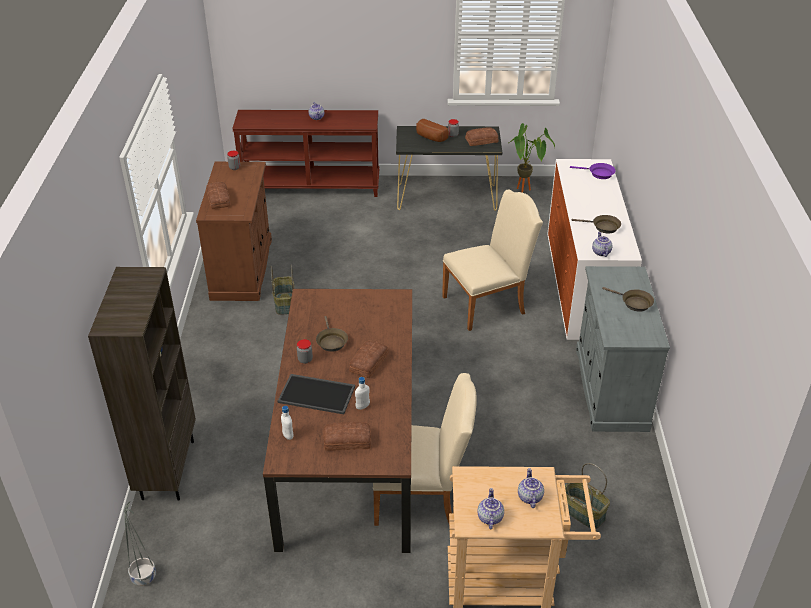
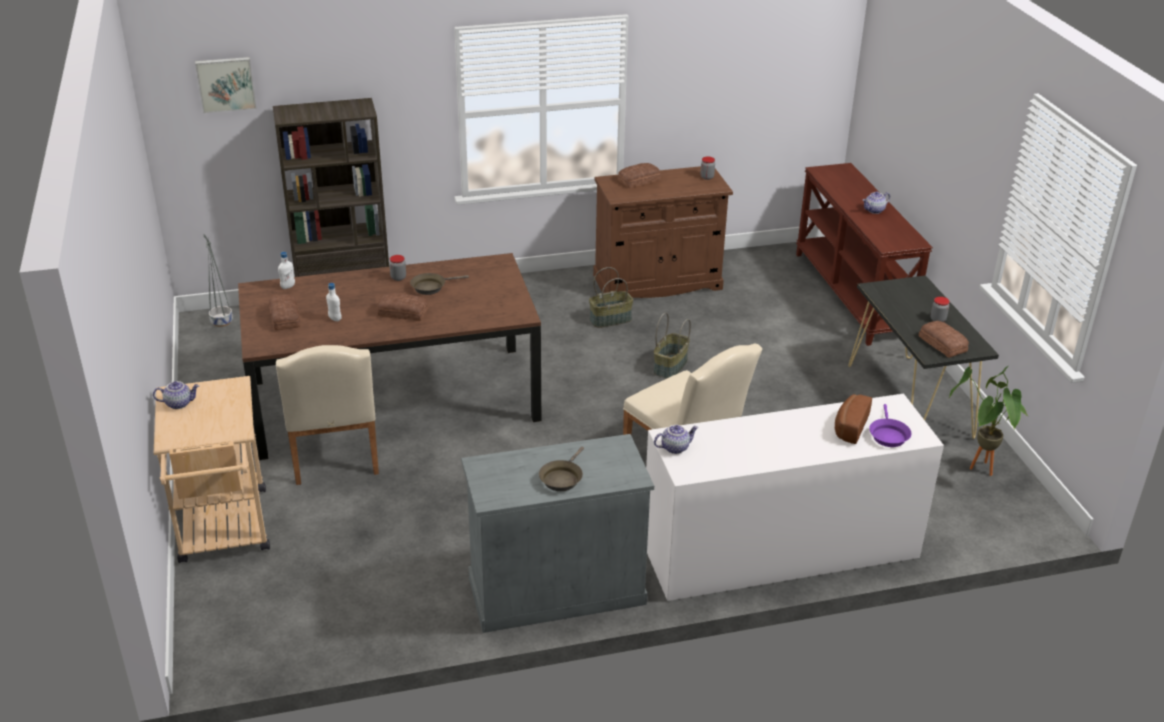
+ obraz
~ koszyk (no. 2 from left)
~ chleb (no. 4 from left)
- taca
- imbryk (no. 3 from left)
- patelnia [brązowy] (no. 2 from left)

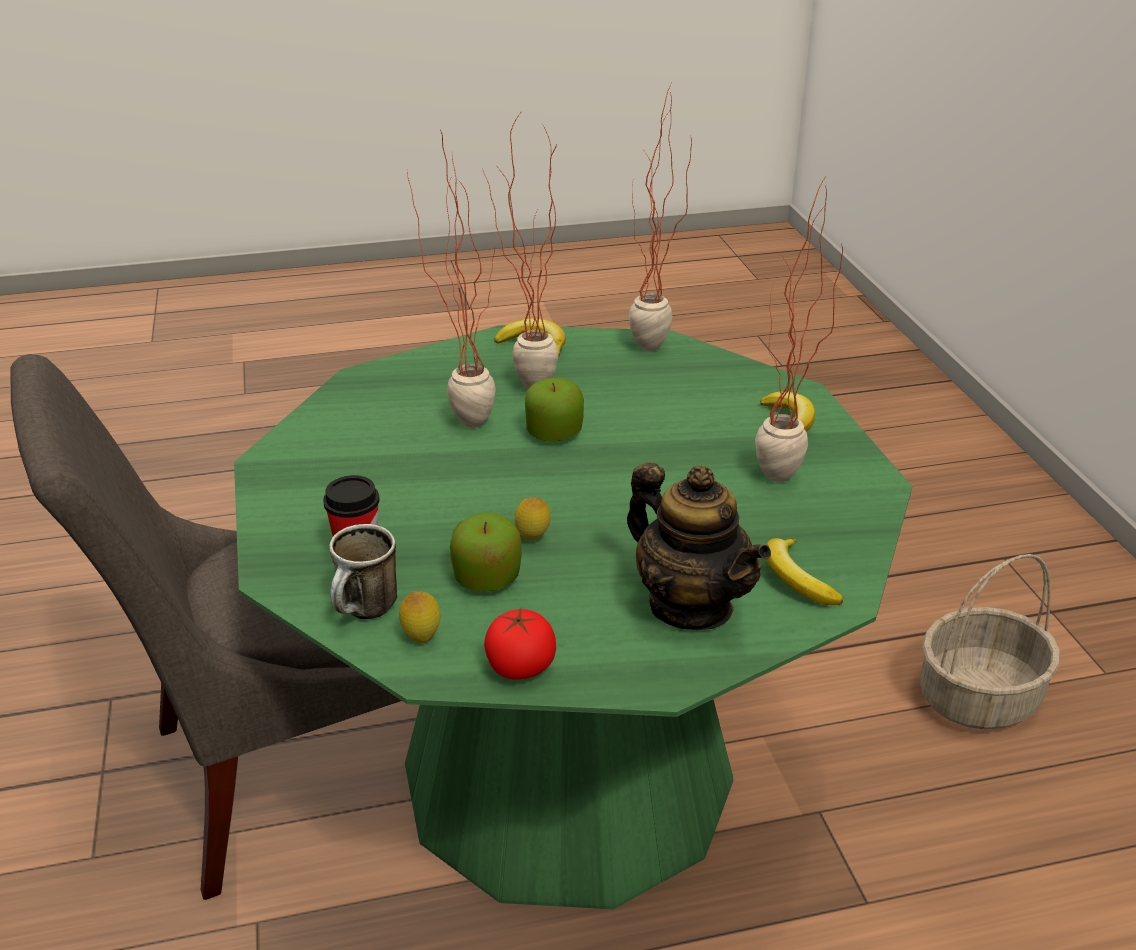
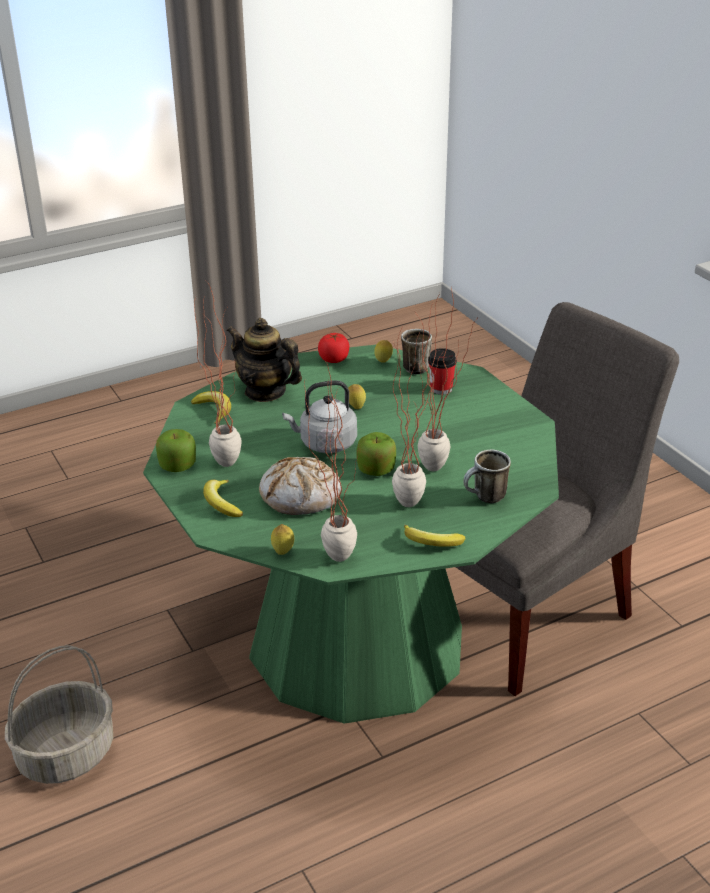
~ jabłko (no. 1 from left)
+ chleb
+ cytryna (no. 1 from left)
+ czajnik [szary]
+ kubek (no. 2 from left)

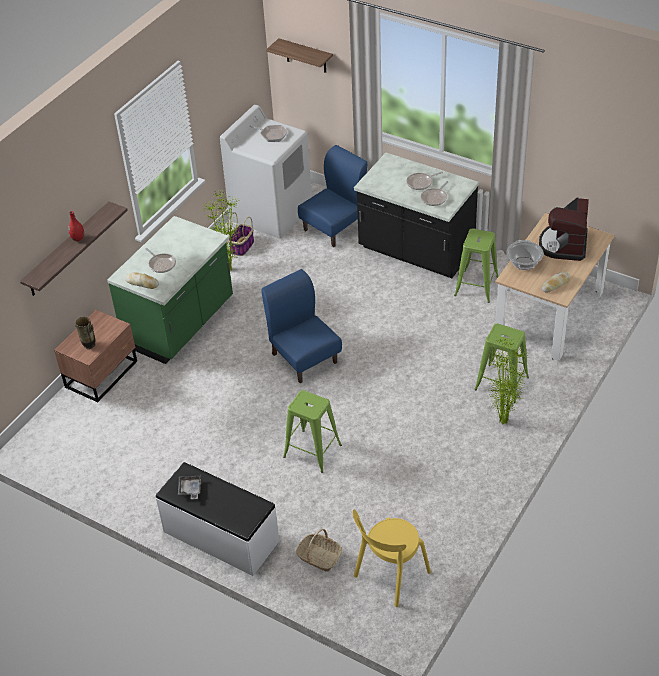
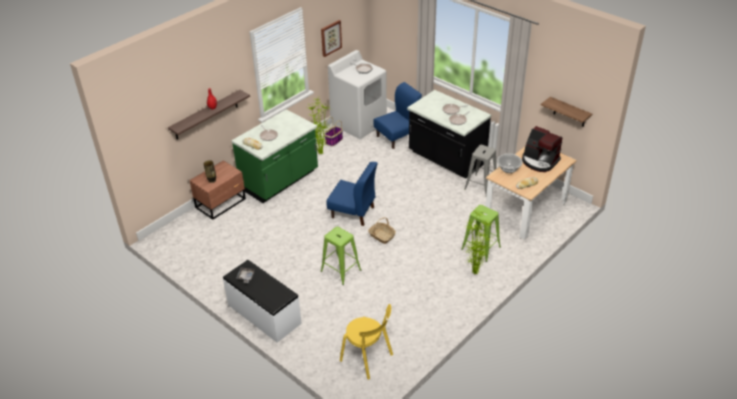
+ obraz
~ krzesło [niebieski] (no. 1 from left) 135 degrees clockwise
~ krzesło [żółty] 105 degrees counterclockwise
~ koszyk (no. 2 from left)
~ stołek [zielony] (no. 2 from left) to stołek [szary]
~ ekspres do kawy 75 degrees counterclockwise
~ półka (no. 2 from left)

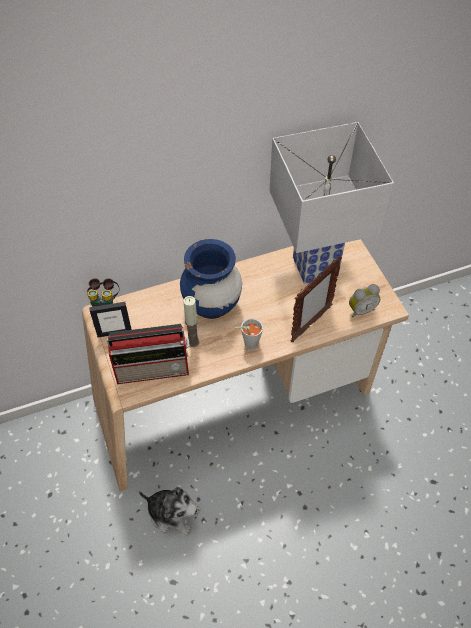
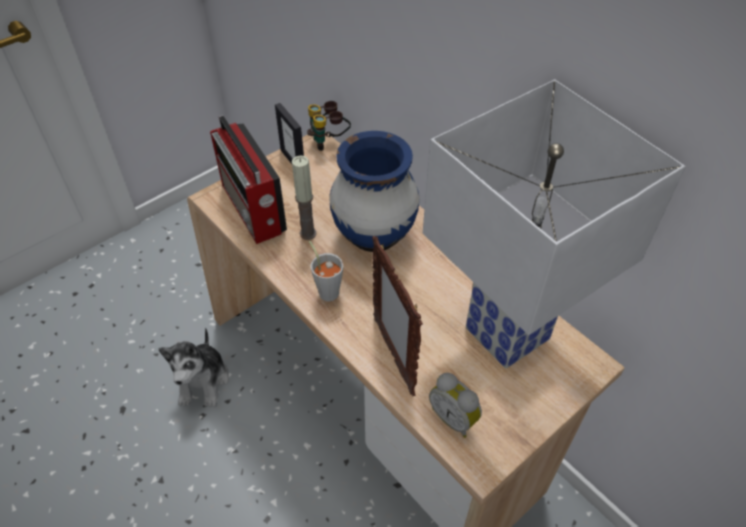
~ ramka na zdjęcie (no. 2 from left) 45 degrees clockwise

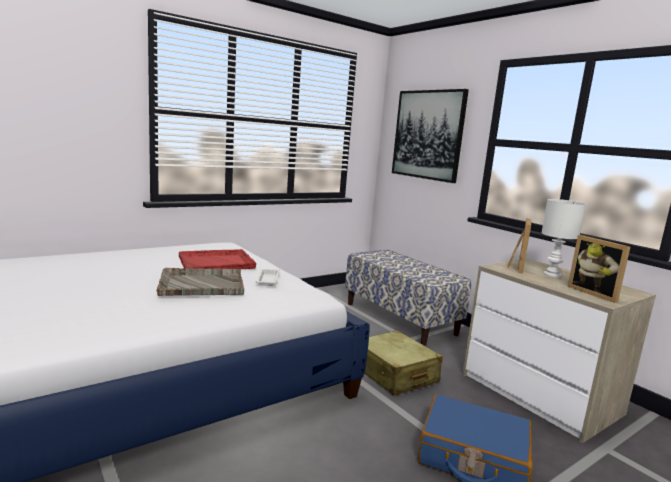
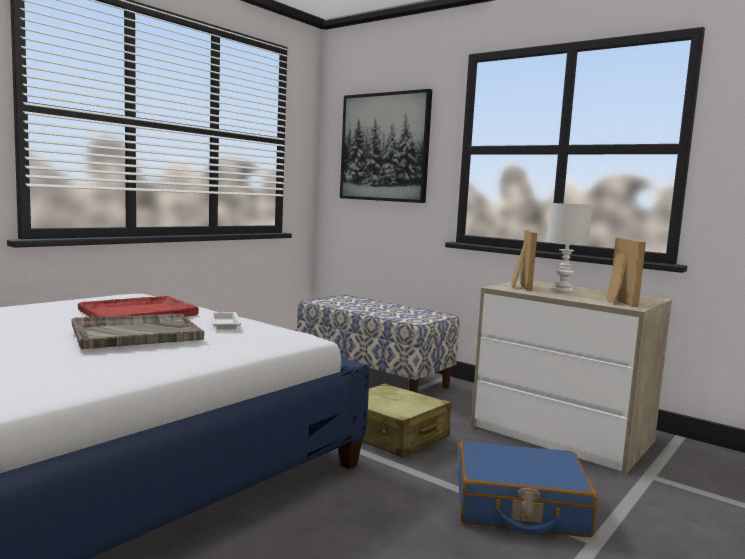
~ ramka na zdjęcie (no. 2 from left) 135 degrees counterclockwise

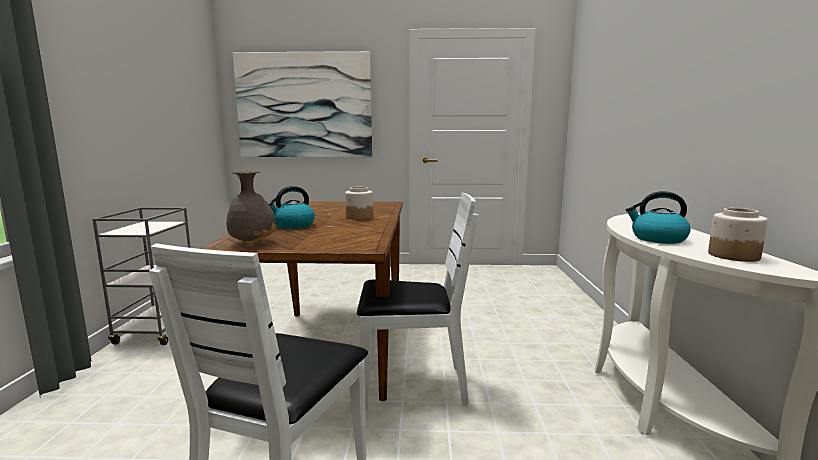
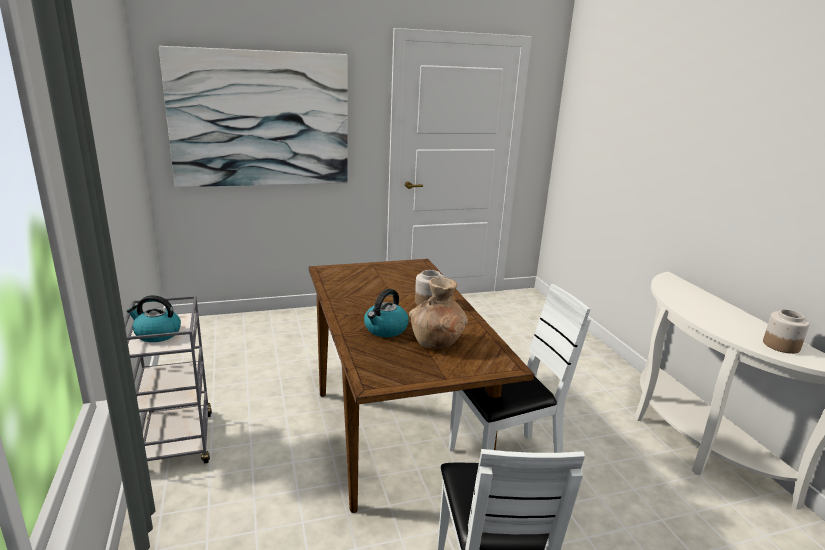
~ czajnik (no. 2 from left in the first image) to czajnik (no. 1 from left)
+ wazon [brązowy]
- wazon [szary]

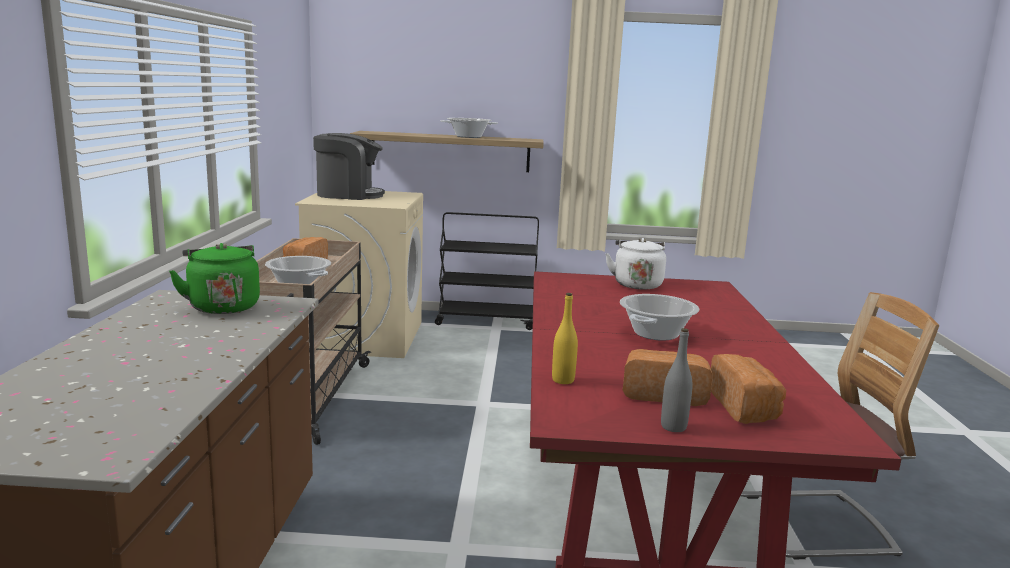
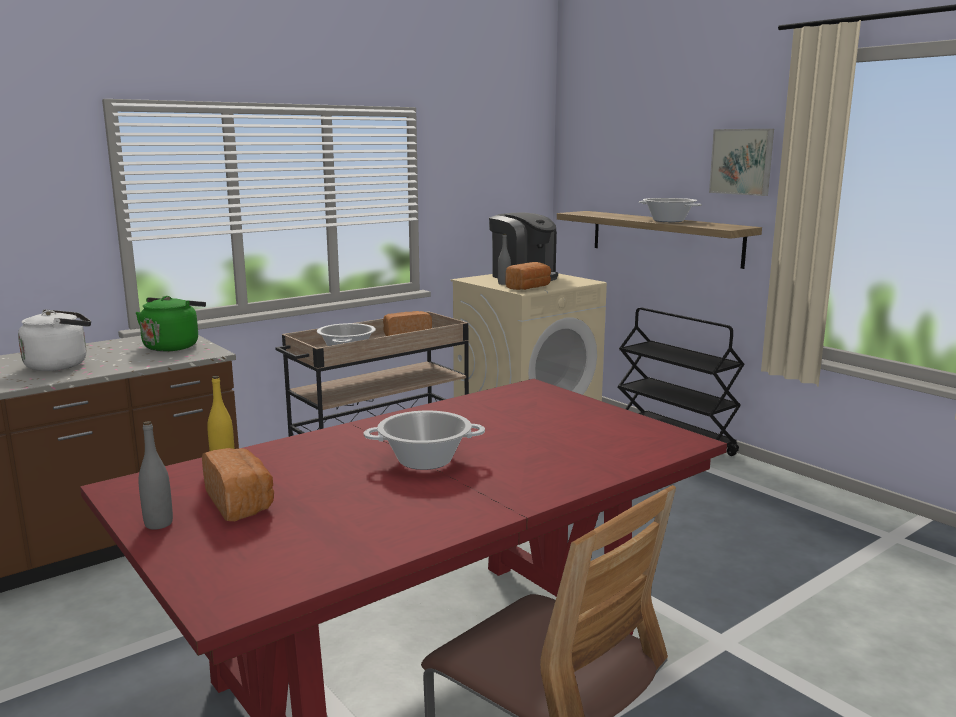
~ czajnik [biały]
+ butelka [szary] (no. 2 from left)
~ chleb (no. 3 from left)
+ obraz

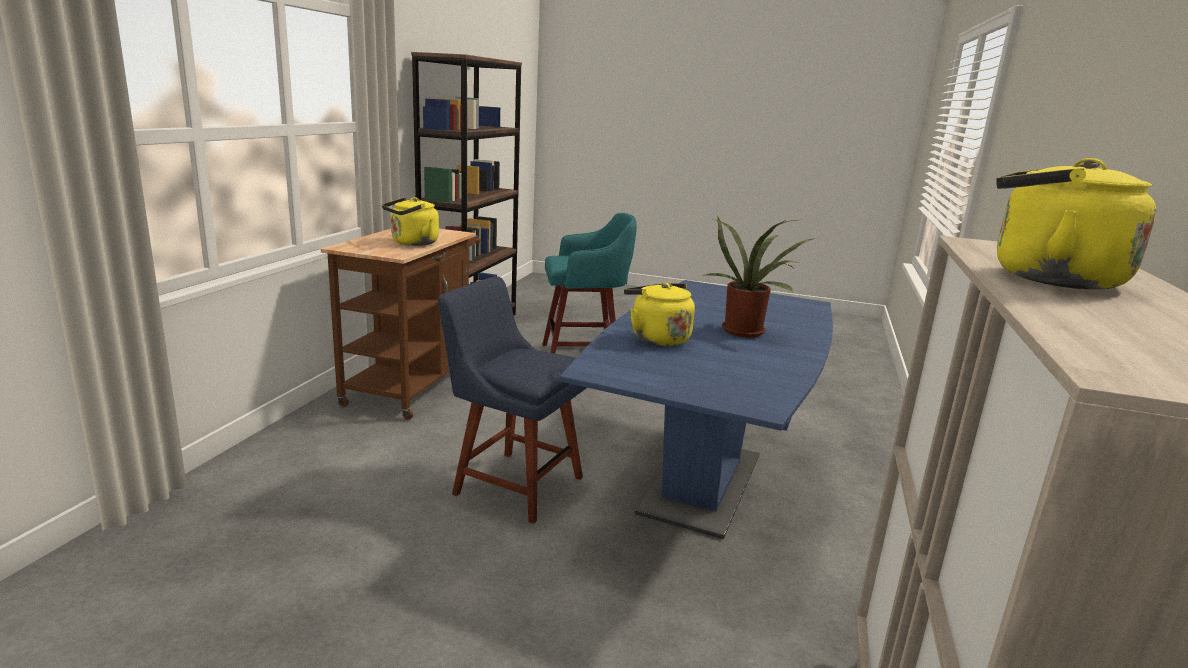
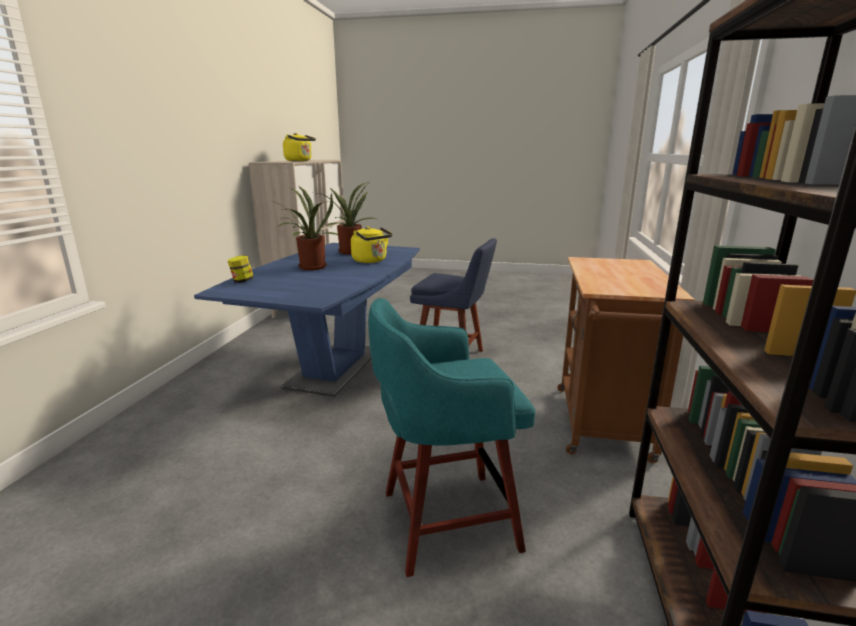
+ słoik
+ roślina doniczkowa (no. 2 from left)
- czajnik [żółty] (no. 1 from left)

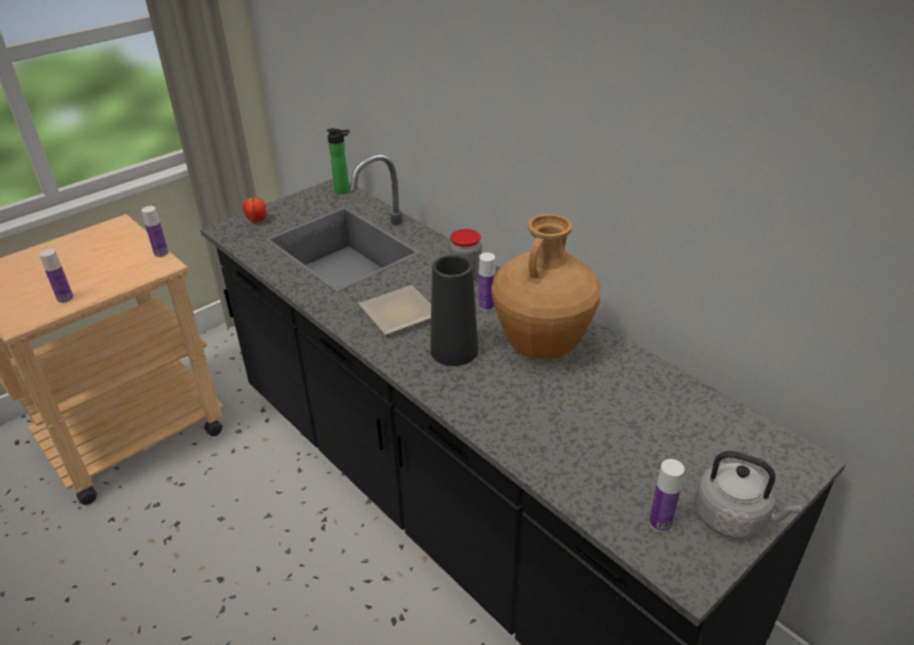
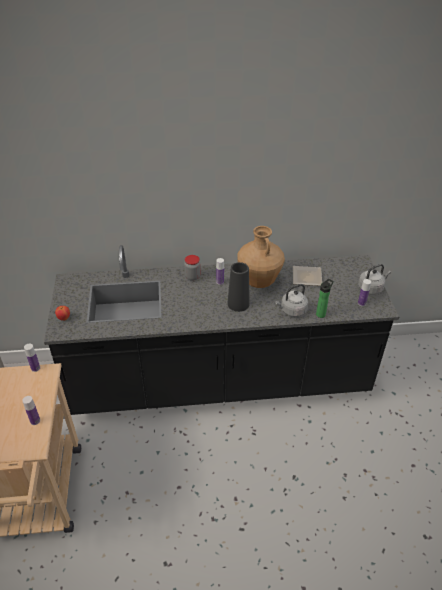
+ czajnik [szary] (no. 1 from left)
~ talerz
~ butelka (no. 3 from left in the first image) to butelka (no. 4 from left)

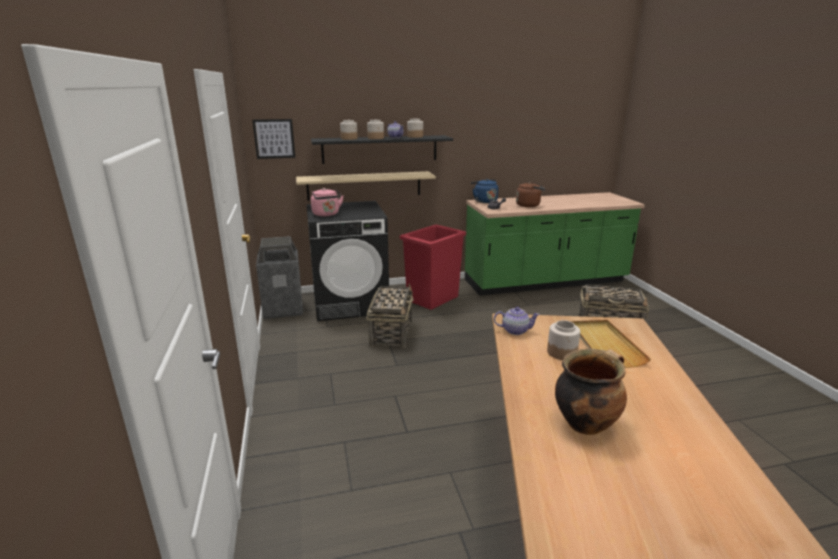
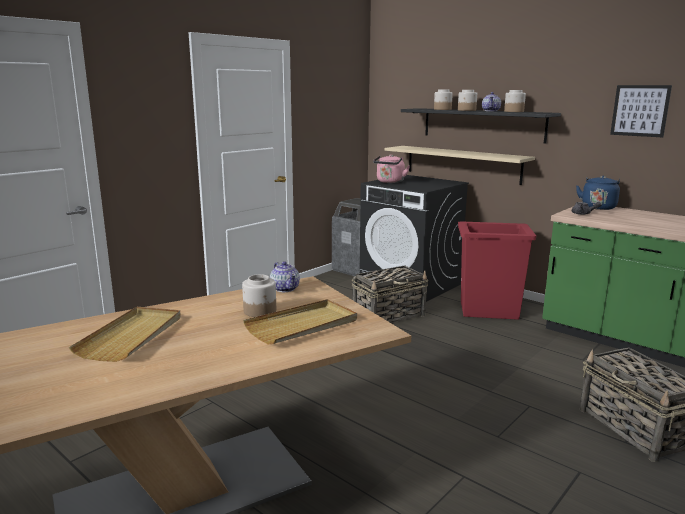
~ garnek to taca [beżowy] (no. 1 from left)
~ obraz
- czajnik [brązowy]

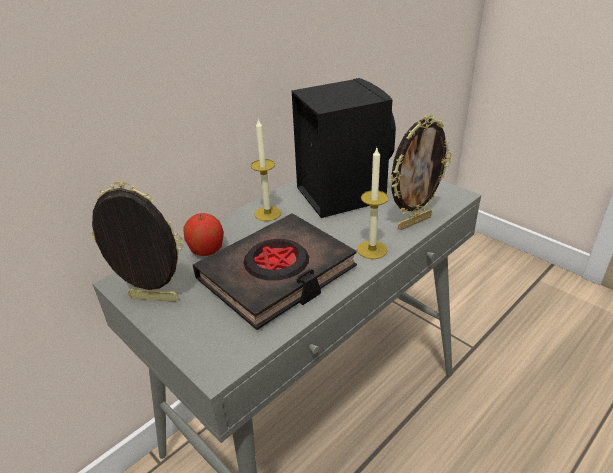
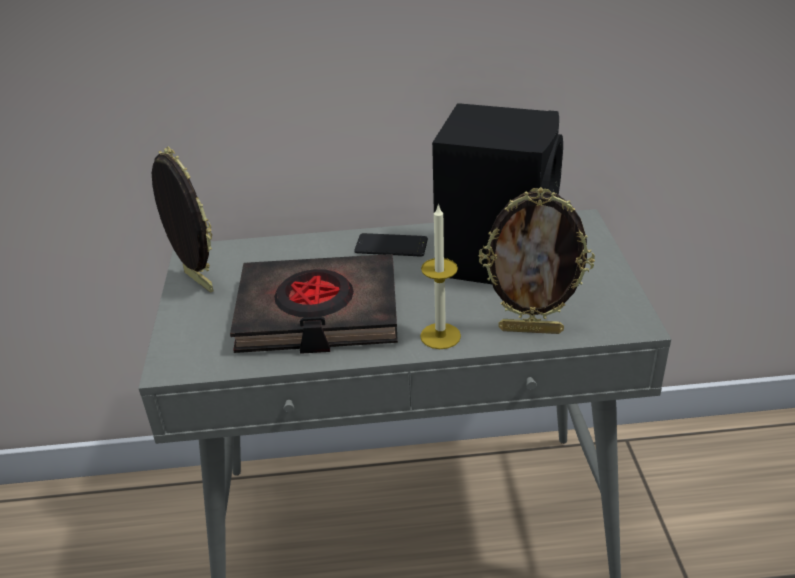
~ świeca (no. 1 from left) to telefon
- jabłko

